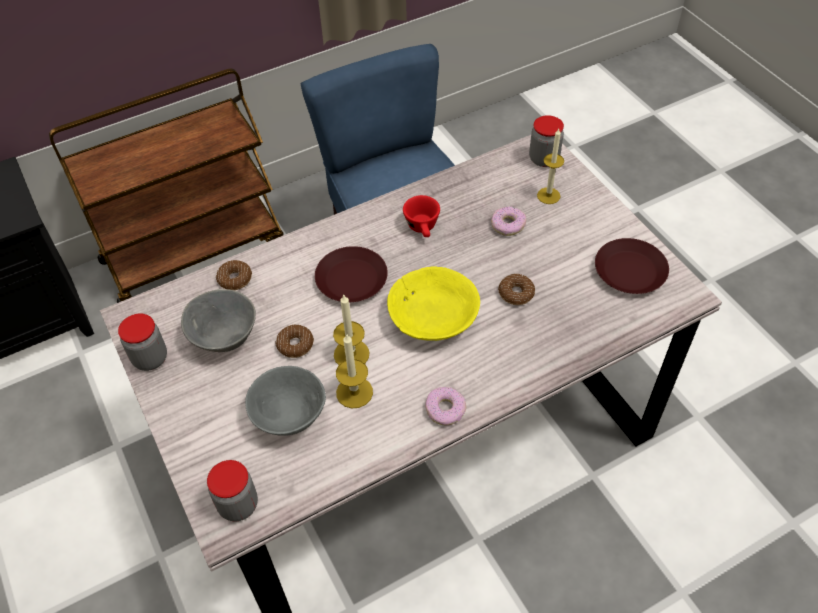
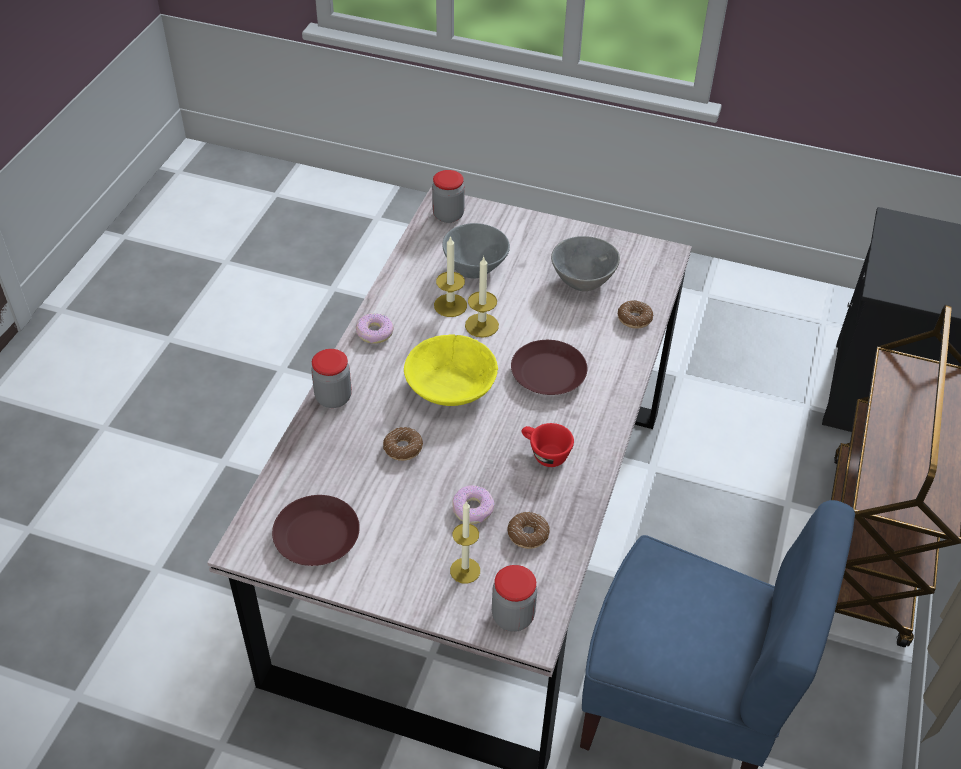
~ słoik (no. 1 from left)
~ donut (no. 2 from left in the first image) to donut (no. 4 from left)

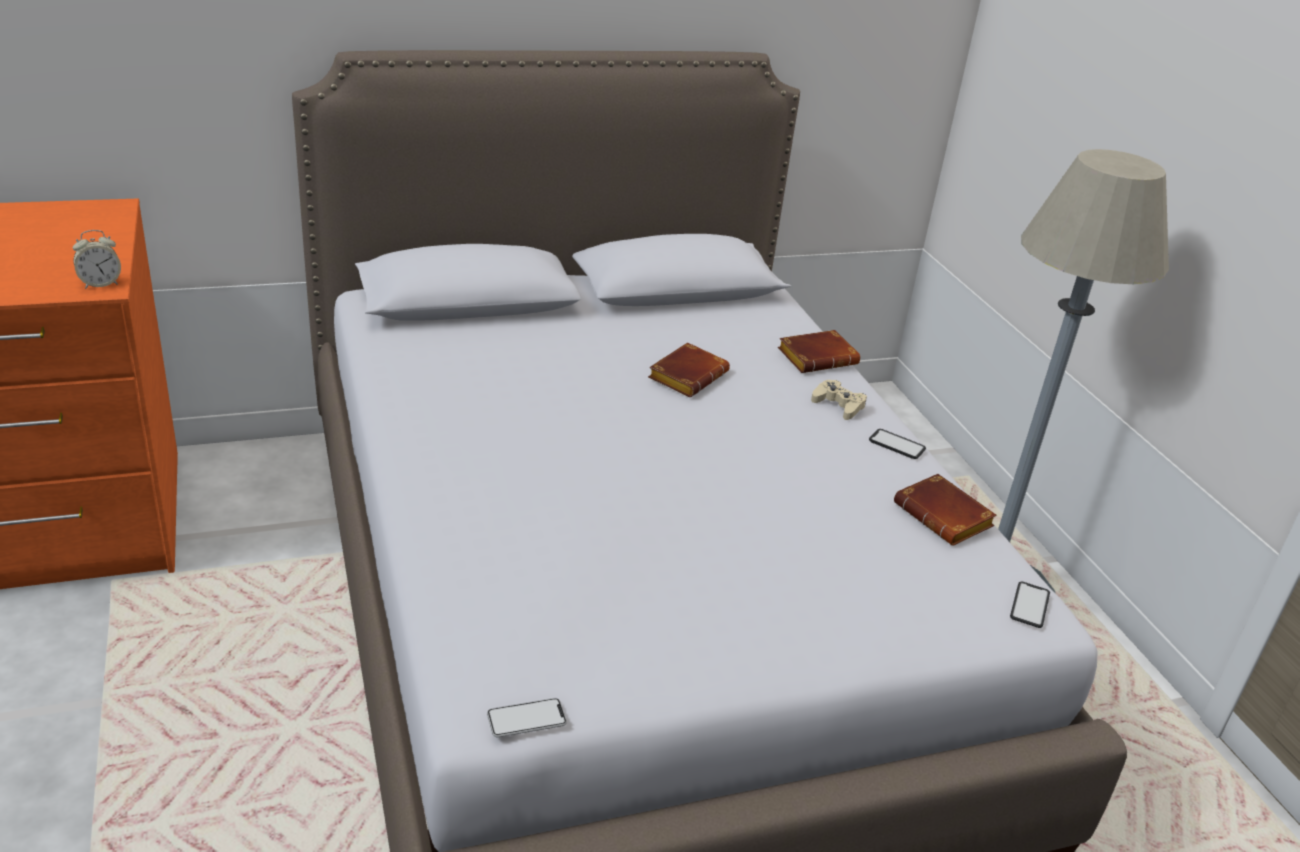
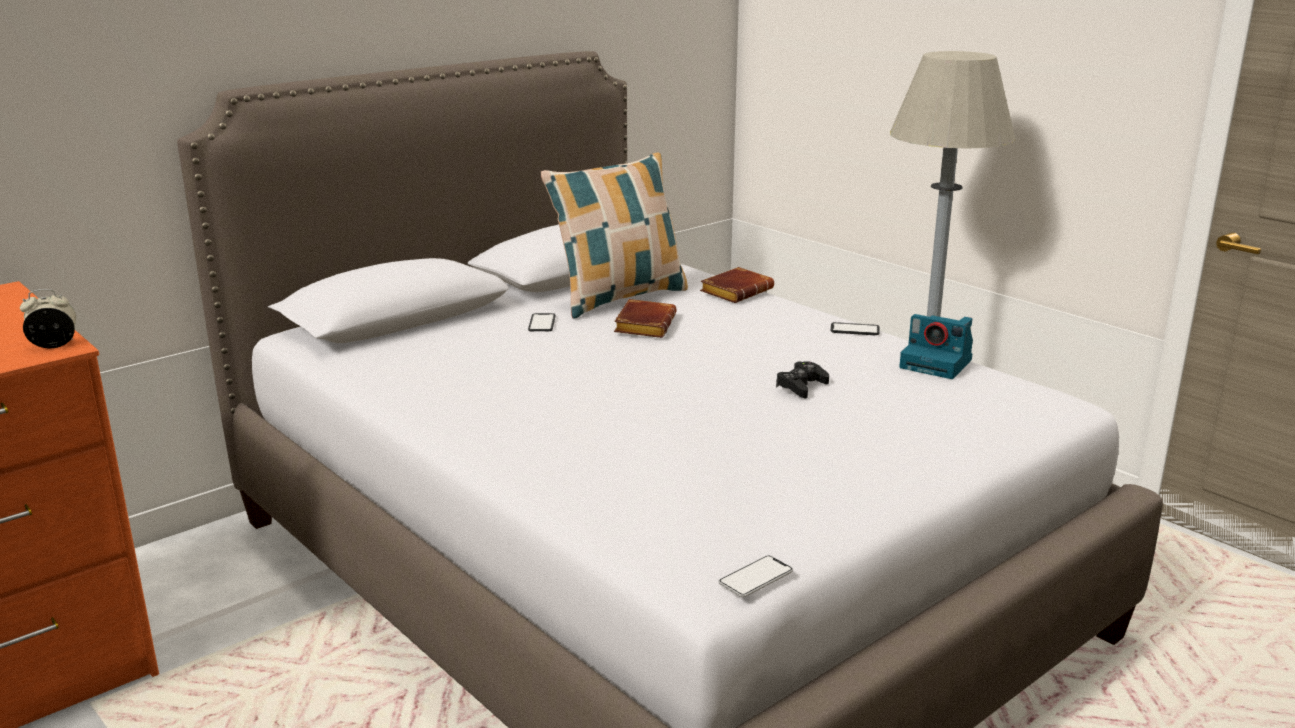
~ budzik 150 degrees counterclockwise
~ telefon (no. 3 from left in the first image) to telefon (no. 1 from left)
+ poduszka
+ pad do gier [czarny]
~ książka [brązowy] (no. 3 from left) to aparat fotograficzny
- pad do gier [beżowy]

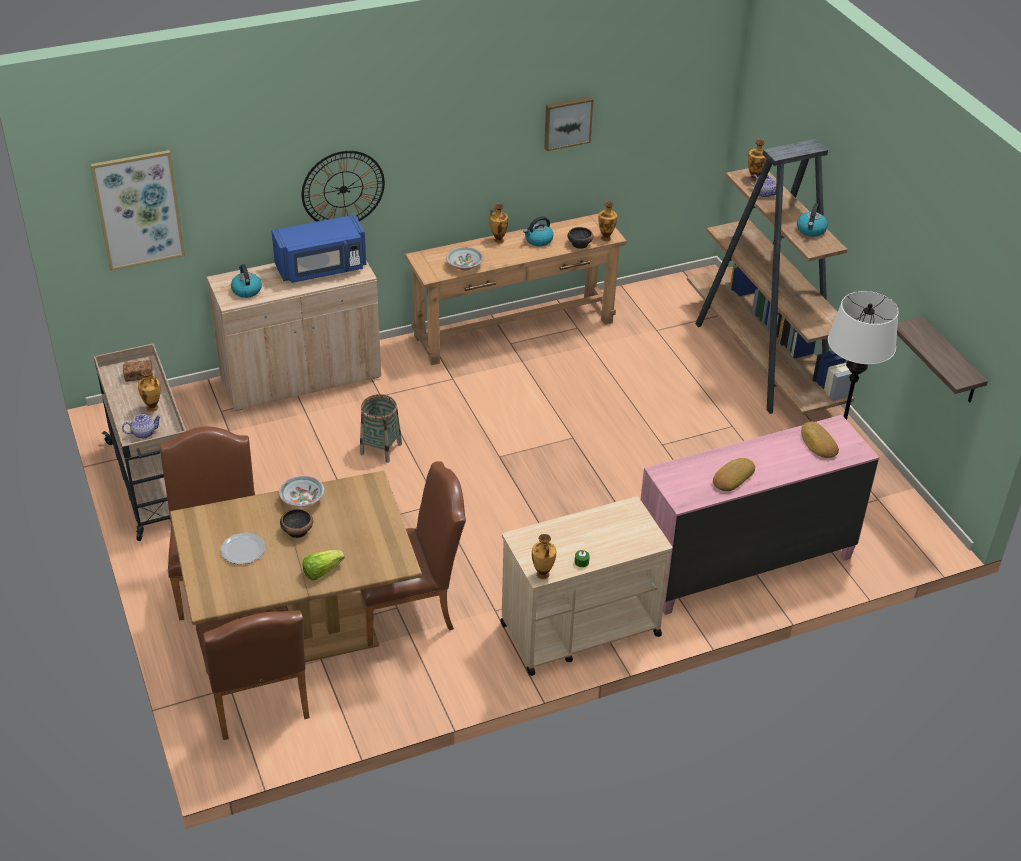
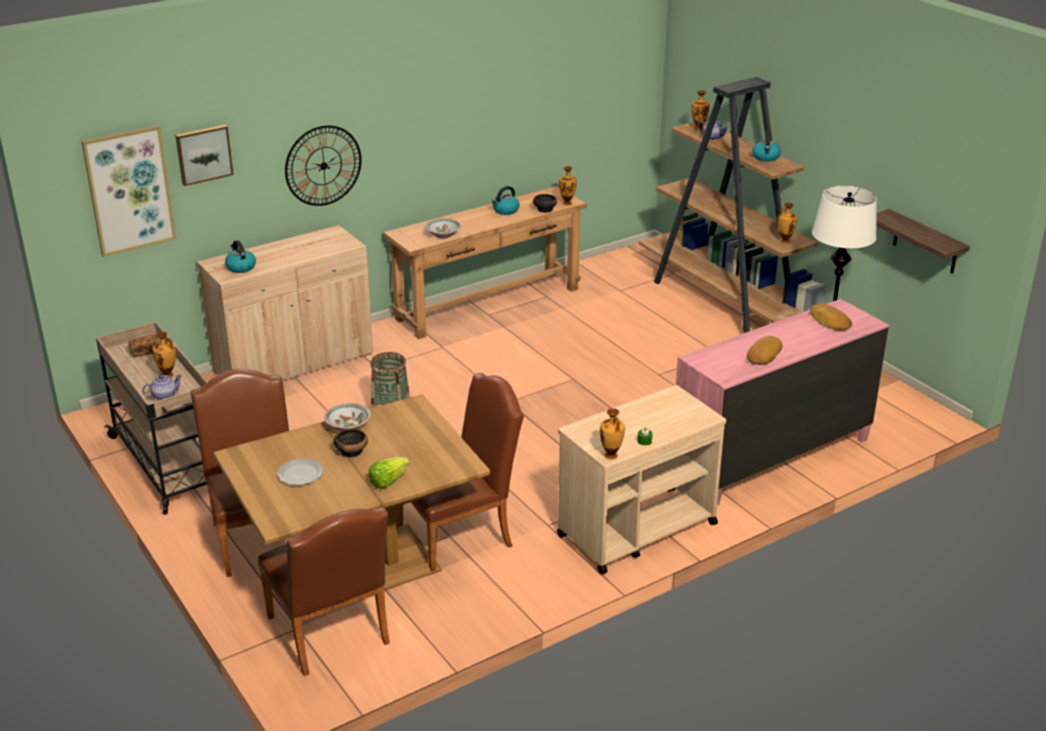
~ obraz (no. 2 from left)
~ wazon (no. 2 from left in the first image) to wazon (no. 5 from left)
- mikrofalówka [niebieski]

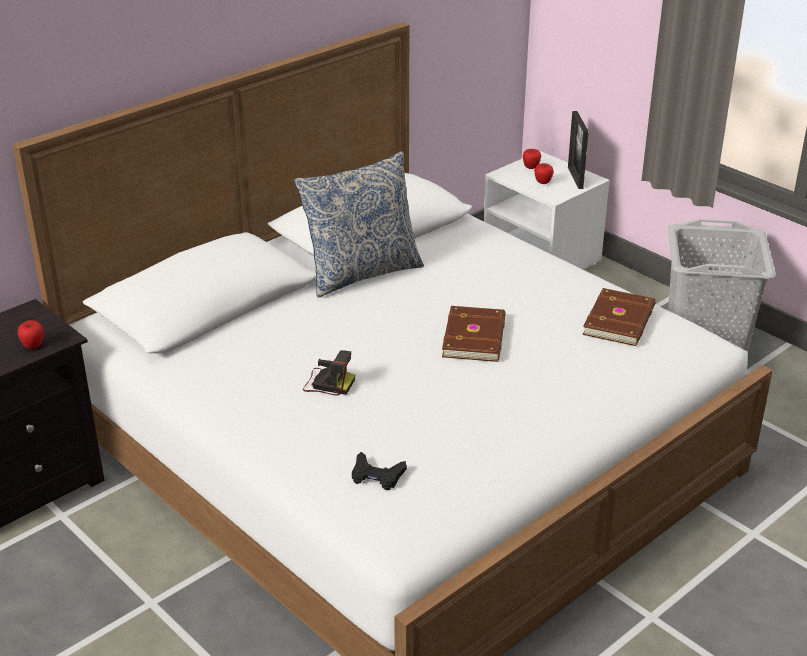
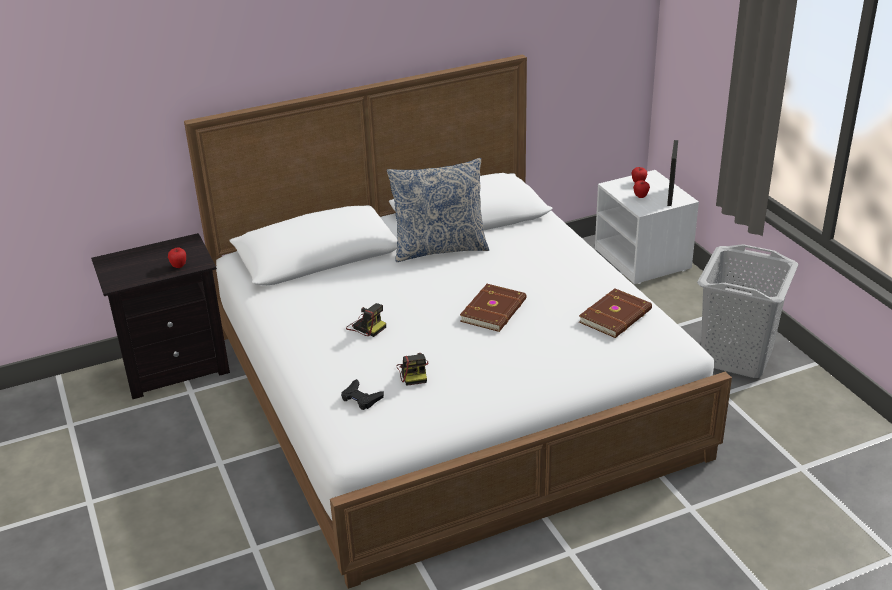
+ aparat fotograficzny (no. 2 from left)

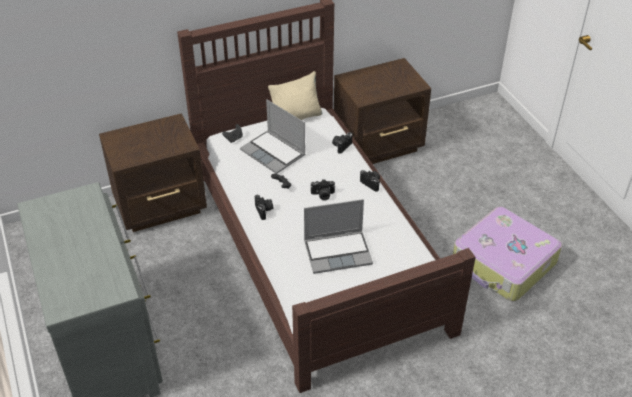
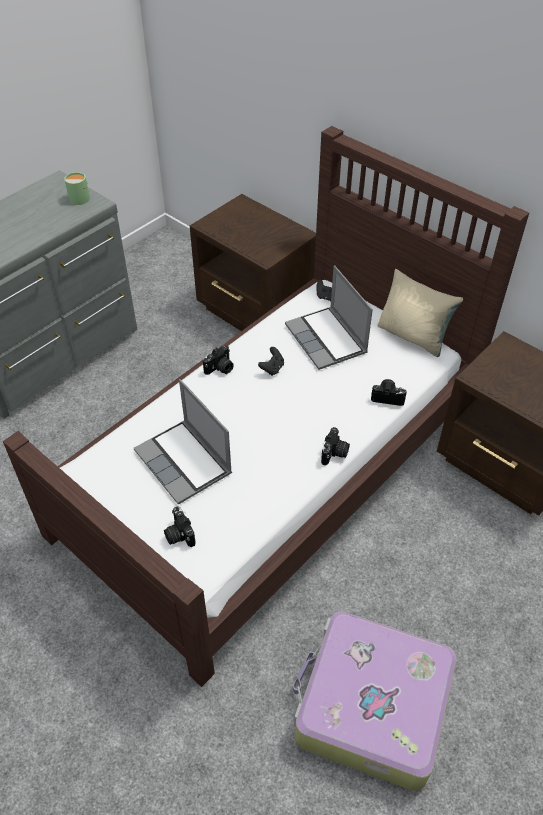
+ kubek [zielony]
~ aparat fotograficzny (no. 2 from left in the first image) to aparat fotograficzny (no. 1 from left)
~ laptop (no. 1 from left in the first image) 45 degrees counterclockwise

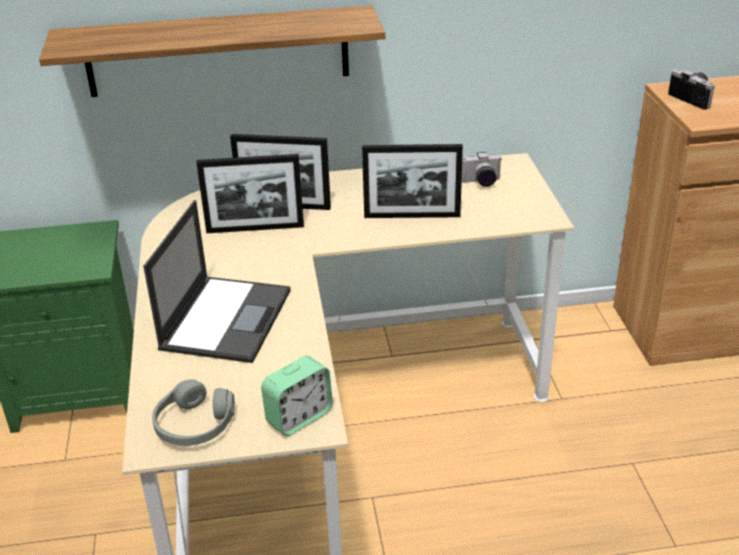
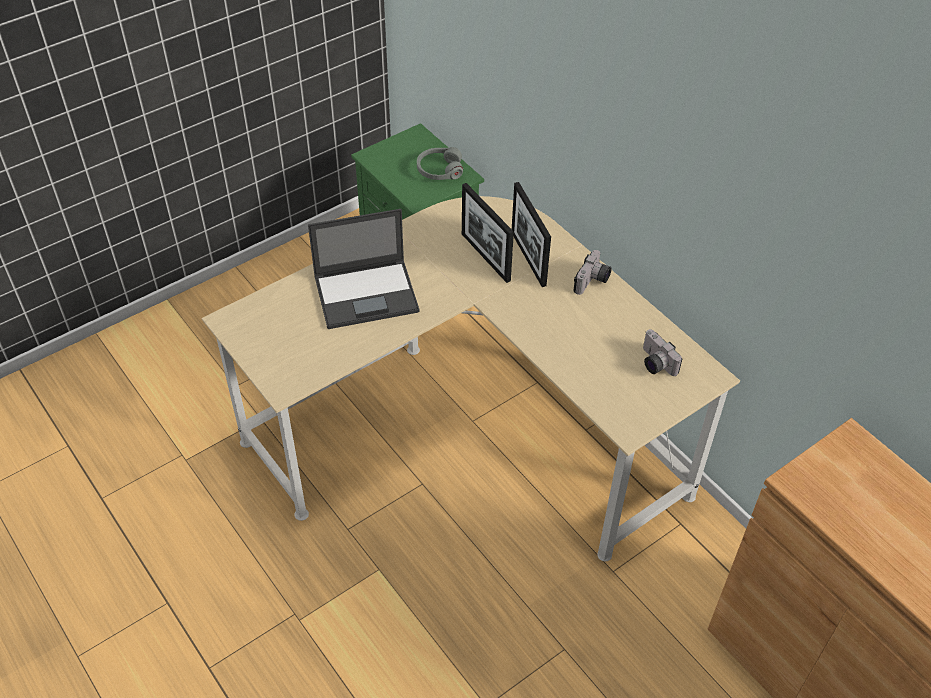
~ słuchawki [szary]
~ aparat fotograficzny (no. 2 from left in the first image) to aparat fotograficzny (no. 1 from left)
- półka
- budzik
- ramka na zdjęcie (no. 3 from left)

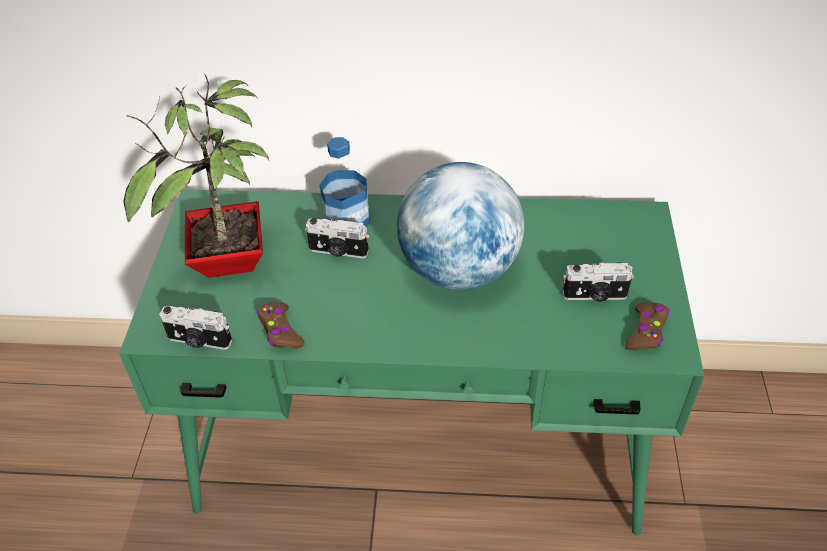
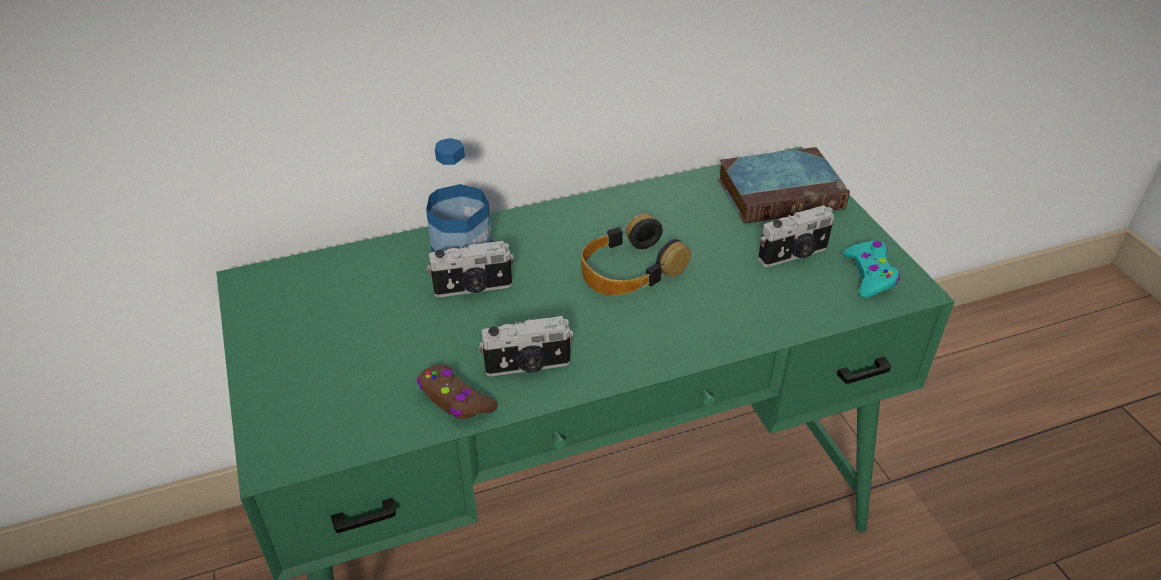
~ aparat fotograficzny (no. 1 from left in the first image) to aparat fotograficzny (no. 2 from left)
~ globus to słuchawki
+ książka
~ pad do gier [brązowy] (no. 2 from left) to pad do gier [turkusowy]
- roślina doniczkowa

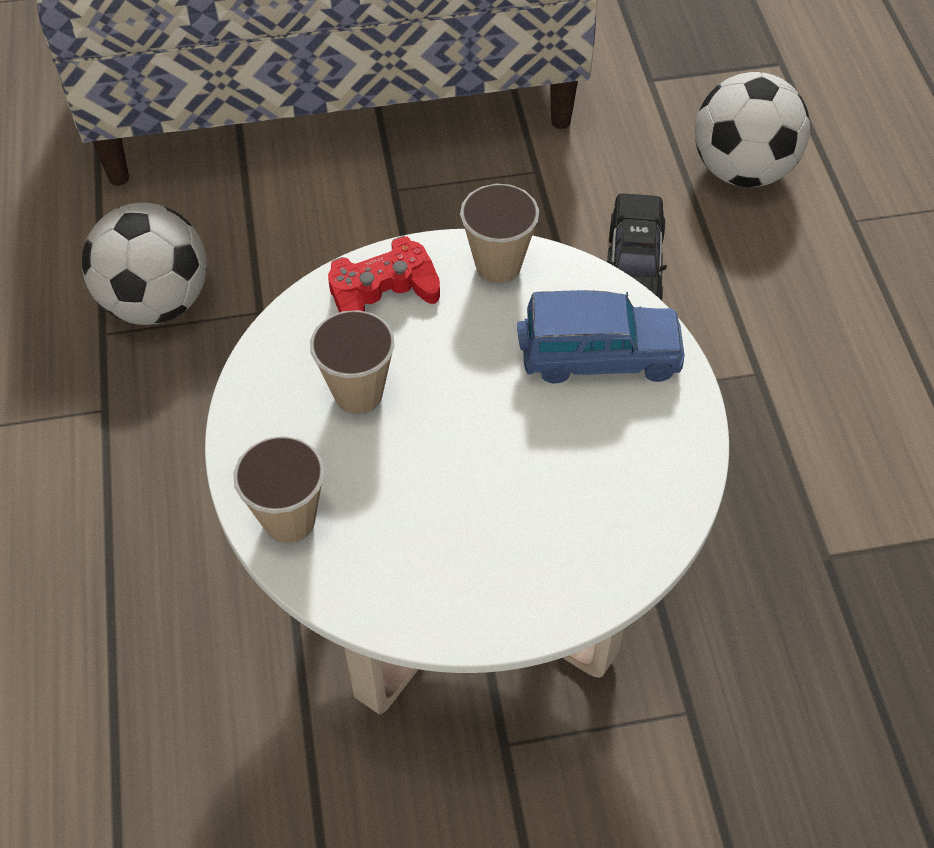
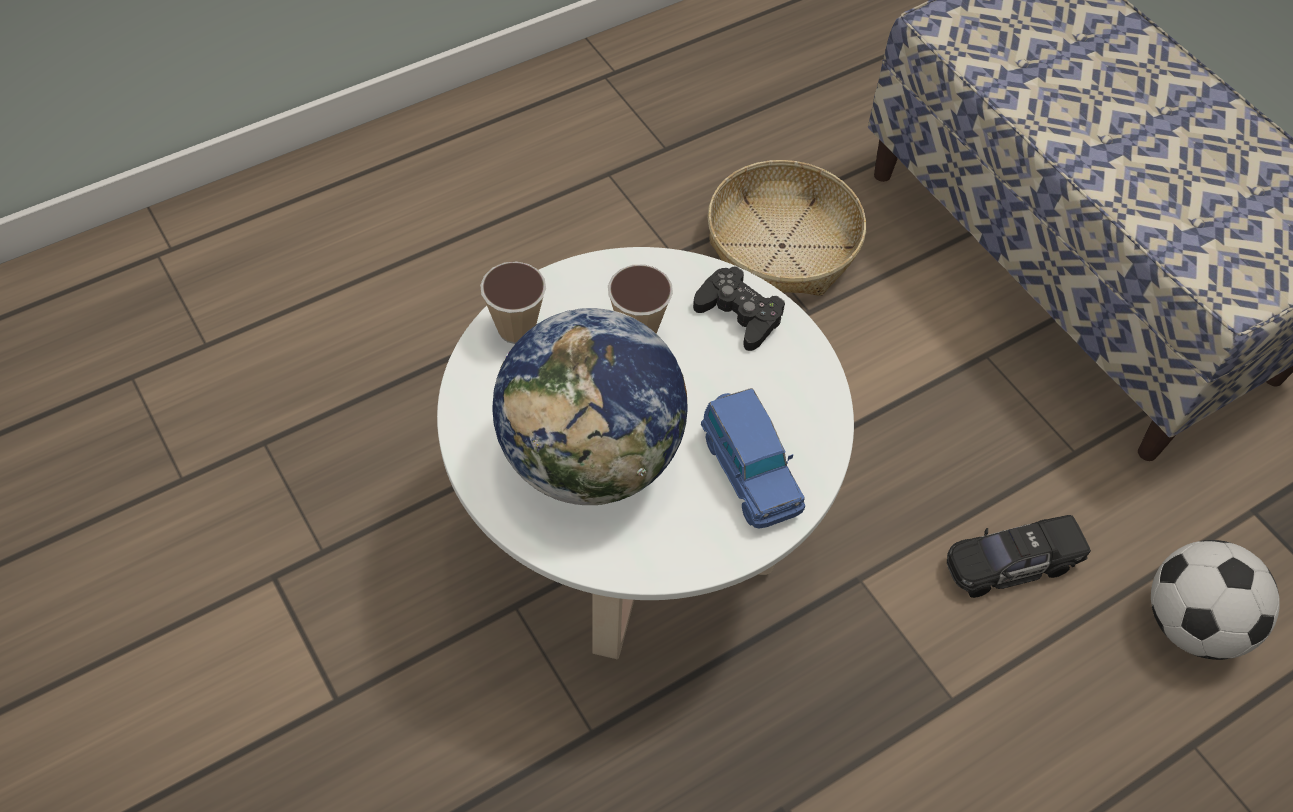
+ globus
~ pad do gier [czerwony] to pad do gier [czarny]
~ piłka futbolowa (no. 1 from left) to koszyk
- filiżanka (no. 3 from left)

